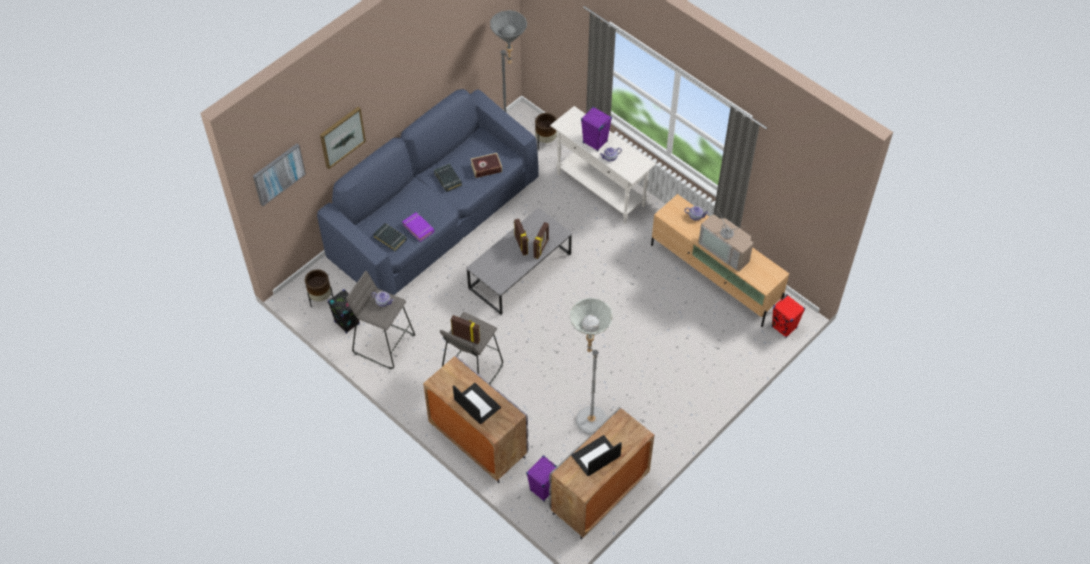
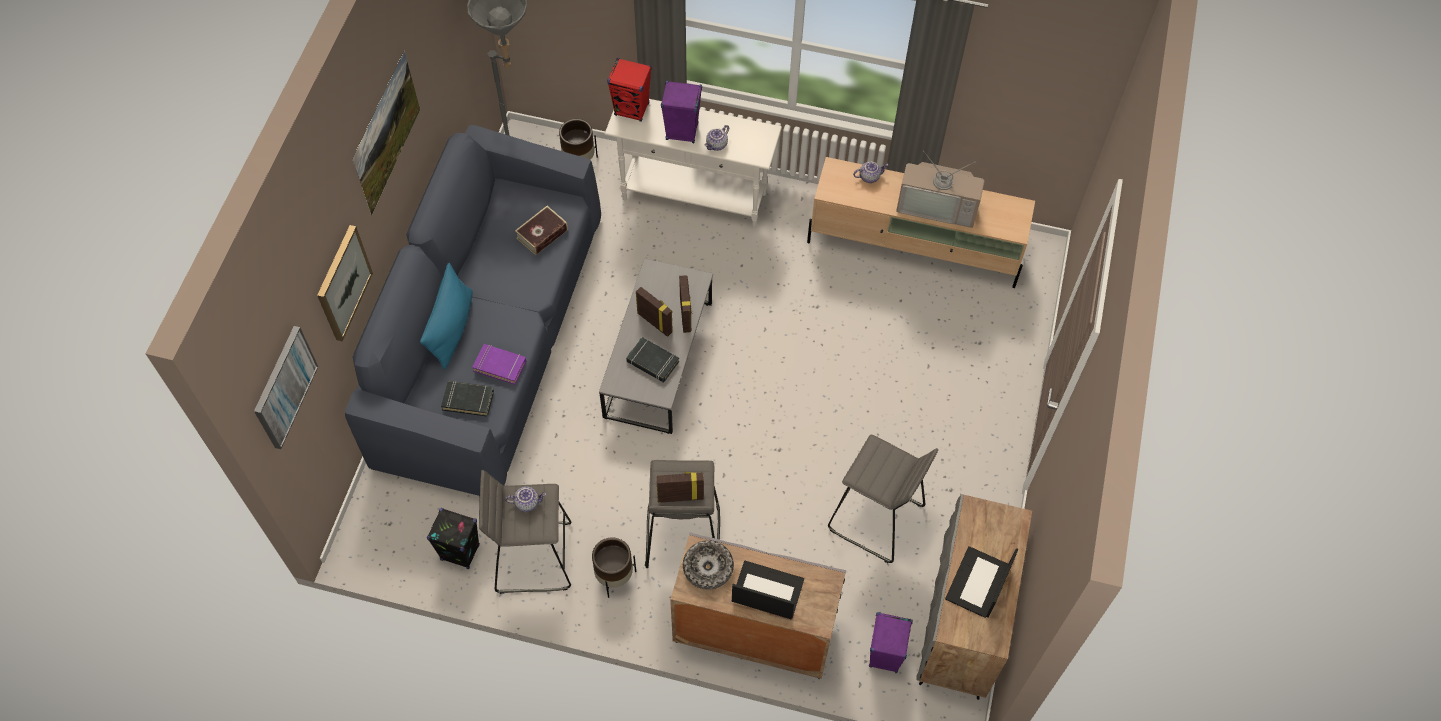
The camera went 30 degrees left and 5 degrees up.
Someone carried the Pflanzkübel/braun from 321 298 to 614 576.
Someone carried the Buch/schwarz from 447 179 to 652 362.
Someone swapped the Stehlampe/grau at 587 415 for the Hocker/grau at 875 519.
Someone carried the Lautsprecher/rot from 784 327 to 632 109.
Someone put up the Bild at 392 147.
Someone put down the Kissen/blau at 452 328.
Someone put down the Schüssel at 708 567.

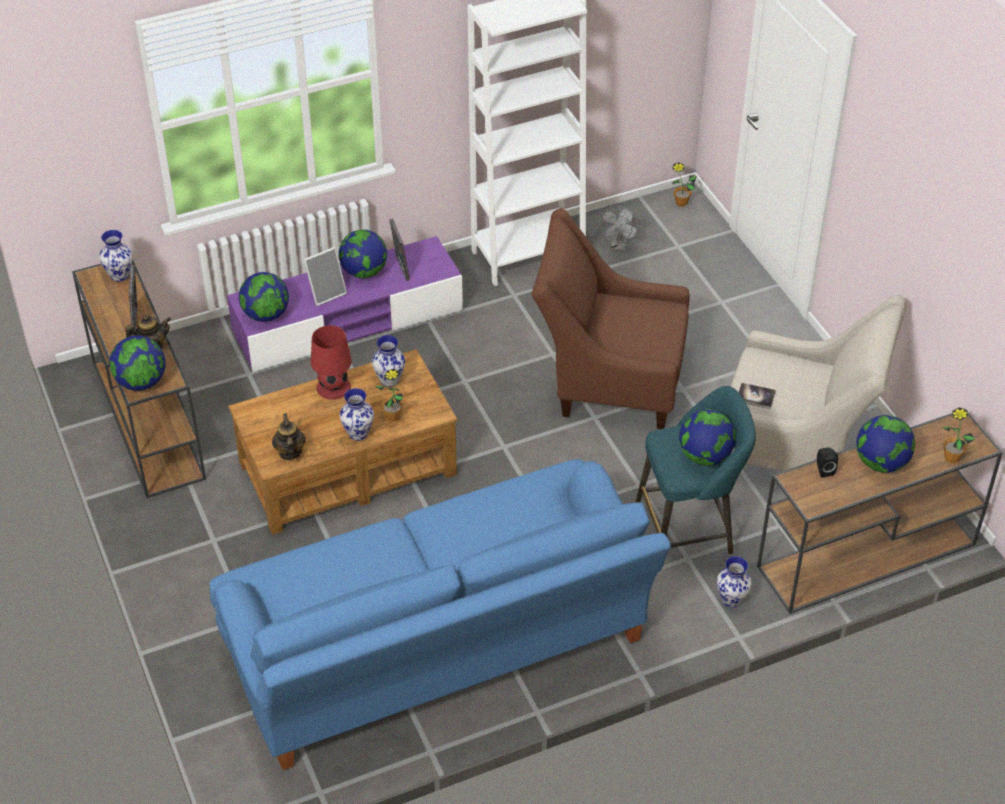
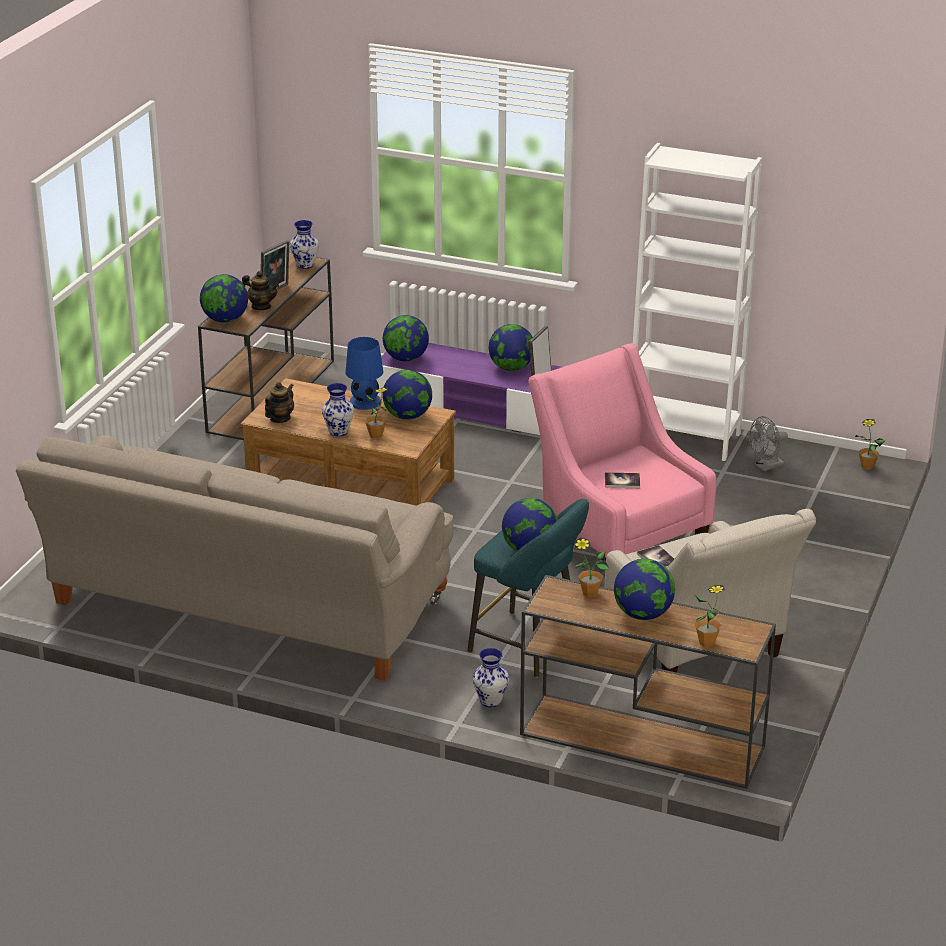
The camera went 45 degrees right and 15 degrees down.
Someone repainted the Sofa/blau at 439 652, which became the Sofa/beige at 245 607.
Someone took away the Bilderrahmen at 326 293.
Someone repainted the Tischlampe/rot at 334 387, which became the Tischlampe/blau at 365 402.
Someone swapped the Vase at 389 380 for the Globus at 407 416.
Someone repainted the Sessel/braun at 608 380, which became the Sessel/rosa at 618 535.
Someone swapped the Lautsprecher/schwarz at 823 470 for the Topfpflanze at 589 593.
Someone put down the Buch at 622 481.

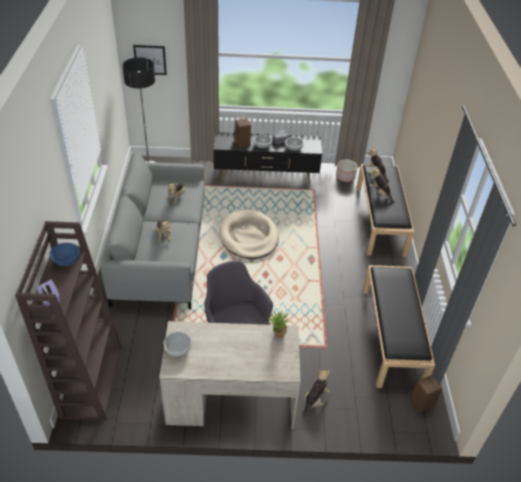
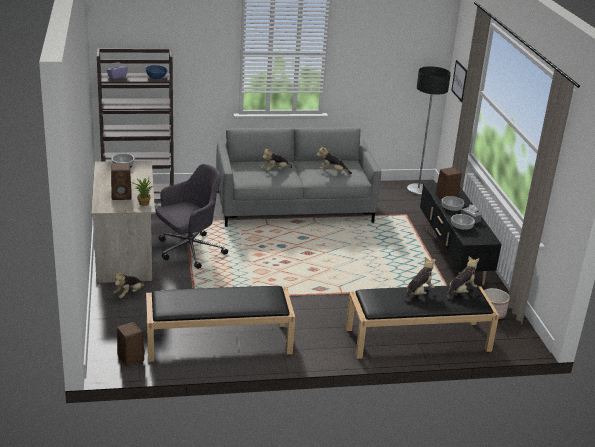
The camera went 80 degrees right and 15 degrees down.
Someone took away the Hundebett/beige at 249 237.
Someone rotated the Plüschtier at 315 400 by 105 degrees clockwise.
Someone put down the Lautsprecher/braun at 122 196.

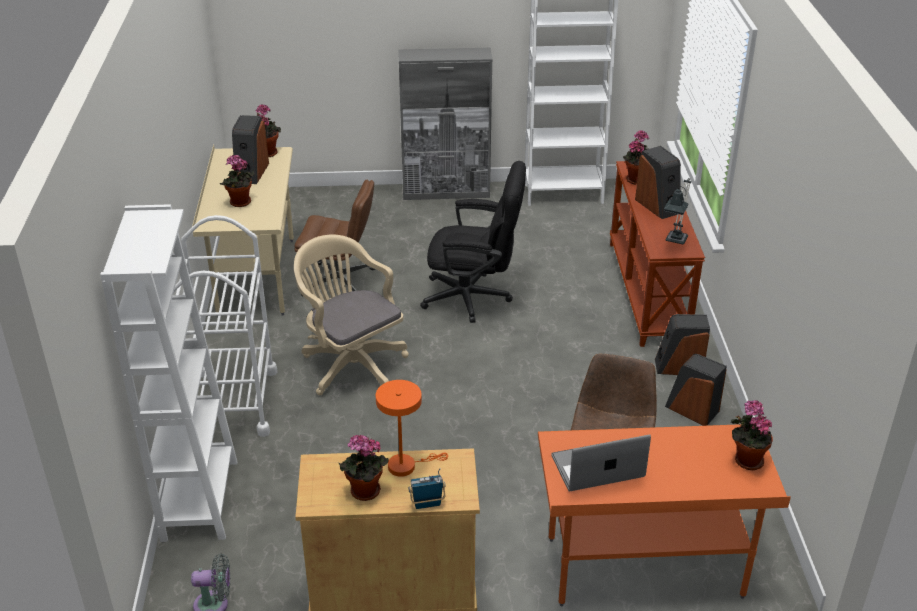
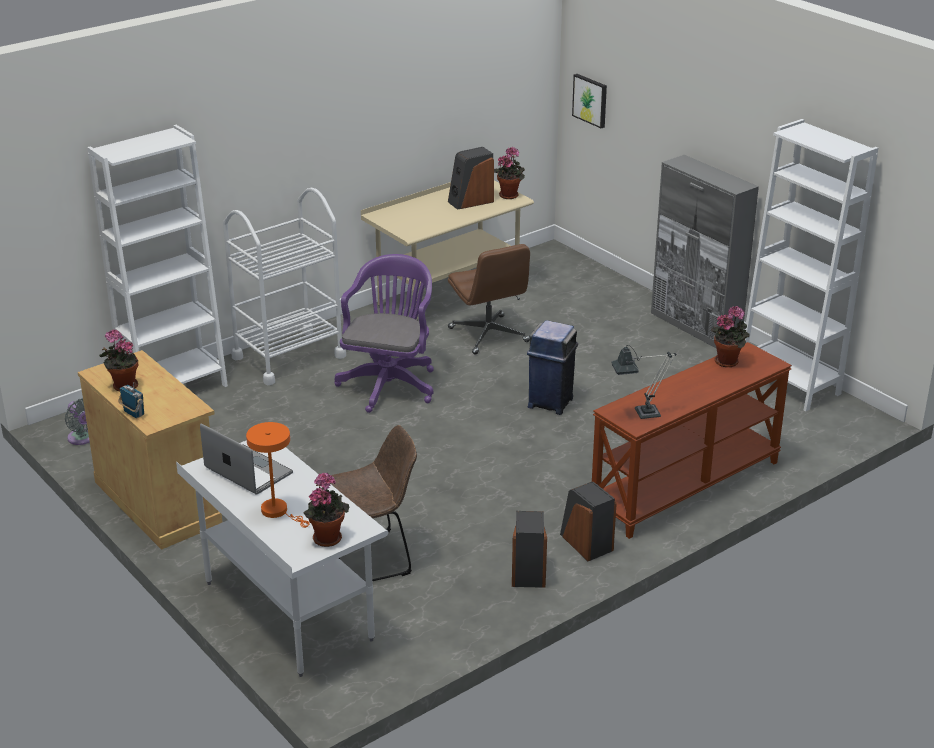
The camera went 55 degrees right and 5 degrees down.
Someone took away the Topfpflanze at 240 203.
Someone repainted the Bürostuhl/beige at 351 364, which became the Bürostuhl/lila at 390 383.
Someone carried the Tischlampe/orange from 406 465 to 278 511.
Someone swapped the Bürostuhl/schwarz at 474 298 for the Mülleimer/blau at 551 402.
Someone repainted the Schreibtisch/orange at 644 569, which became the Schreibtisch/weiß at 287 611.
Someone took away the Lautsprecher at 658 206.
Someone put up the Bild at 590 100.

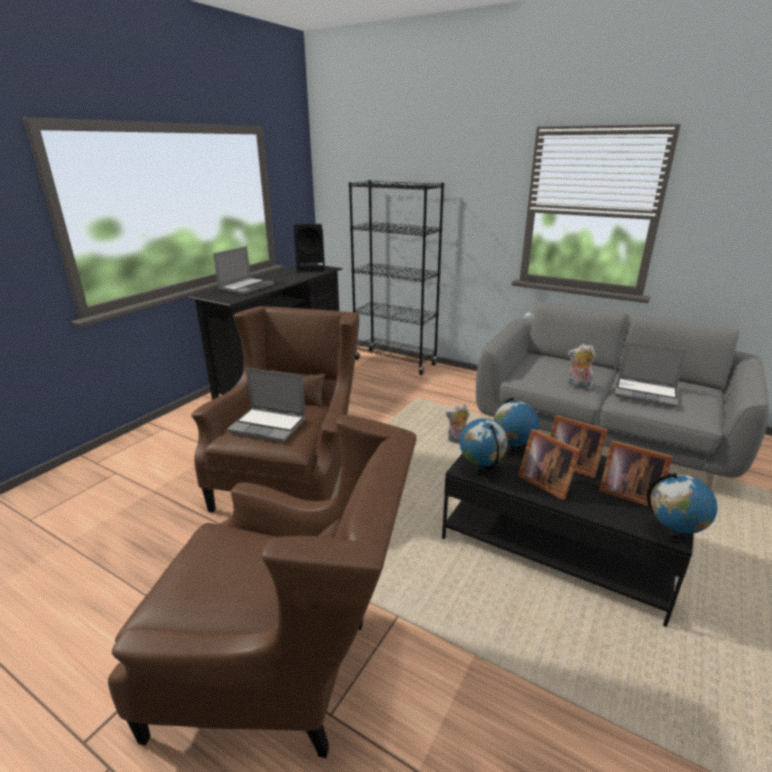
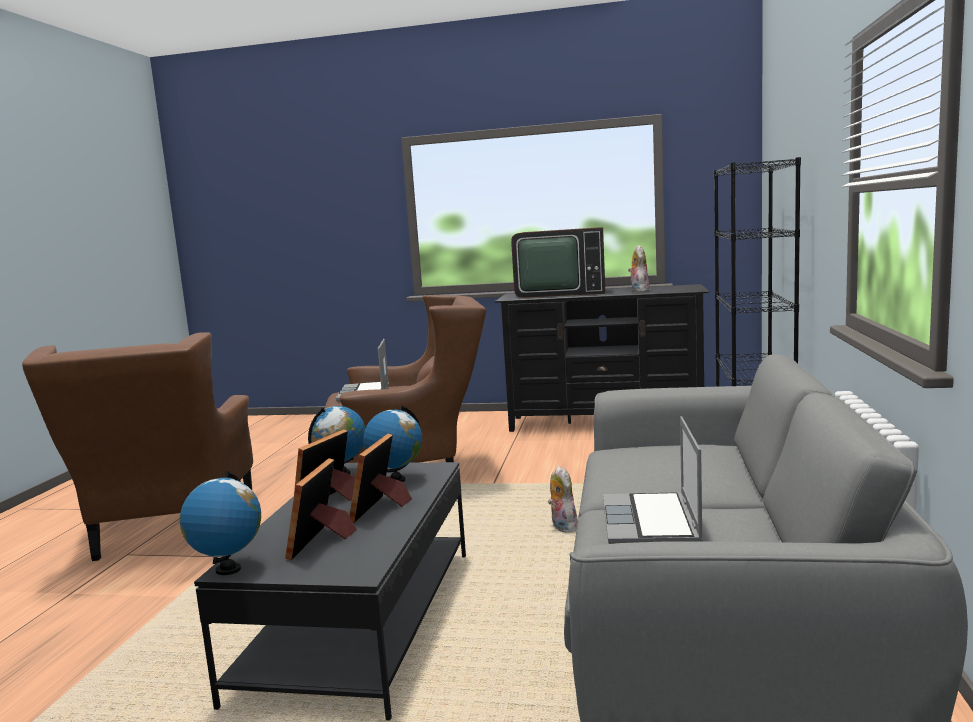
The camera went 70 degrees right and 15 degrees down.
Someone swapped the Laptop at 246 287 for the Fernseher at 560 293.
Someone took away the Lautsprecher/schwarz at 312 268.
Someone carried the Plüschtier from 578 386 to 638 290.

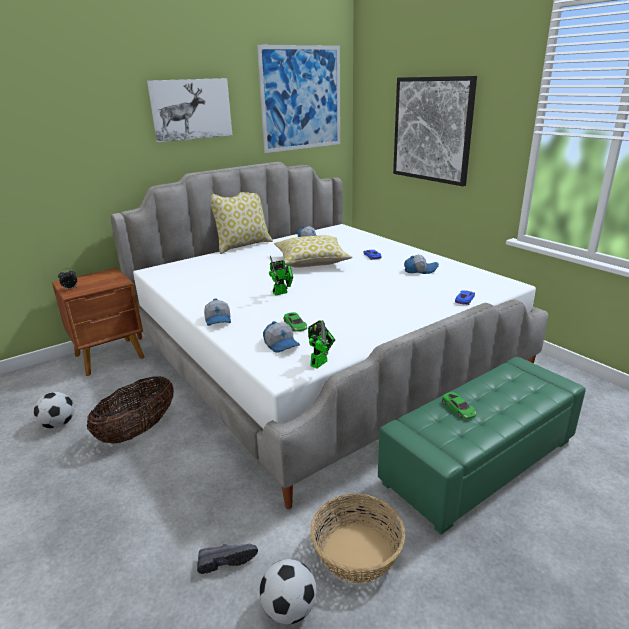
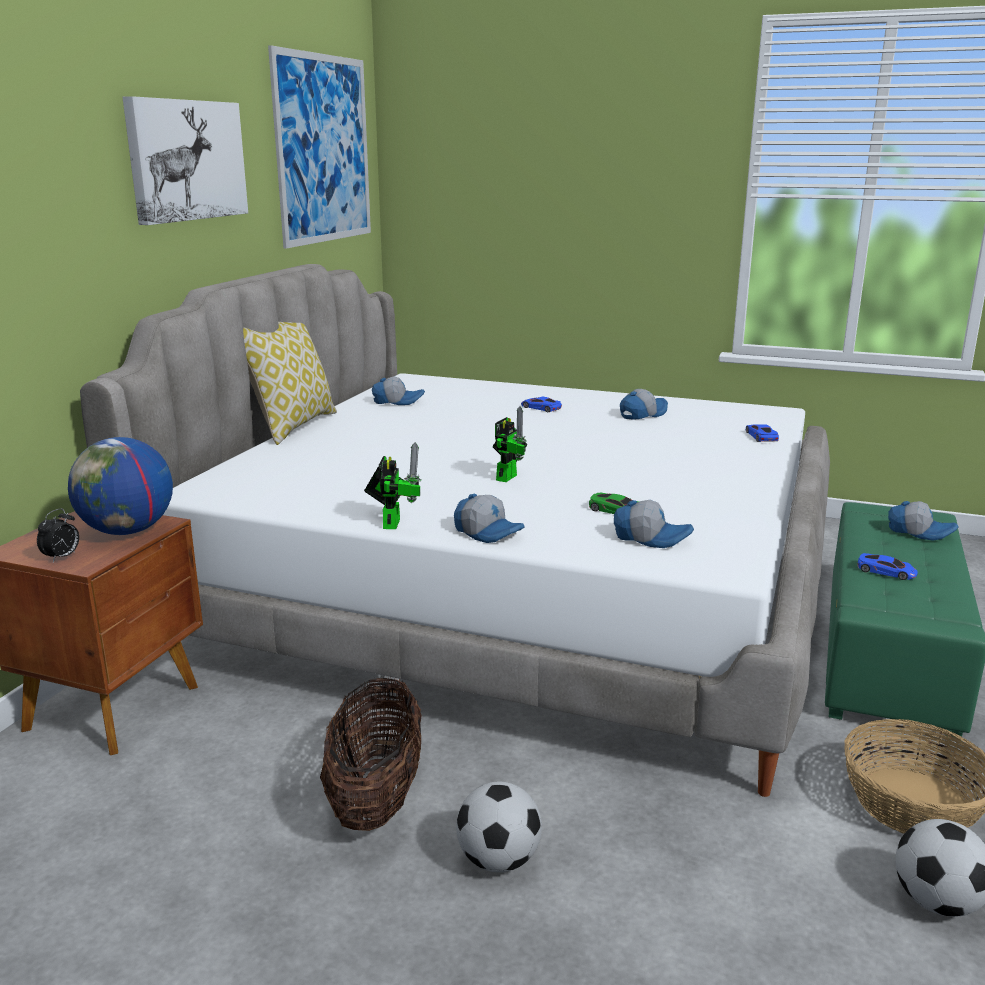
The camera went 35 degrees left and 5 degrees down.
Someone carried the Fußball from 58 424 to 498 860.
Someone took away the Schuh/schwarz at 226 560.
Someone took away the Kissen at 312 262.
Someone carried the Spielzeugroboter from 320 362 to 392 522.
Someone took away the Bild at 432 130.
Someone repainted the Spielzeugauto/grün at 458 408, which became the Spielzeugauto/blau at 886 571.
Someone put down the Globus at 127 531.
Someone put down the Kappe at 920 532.

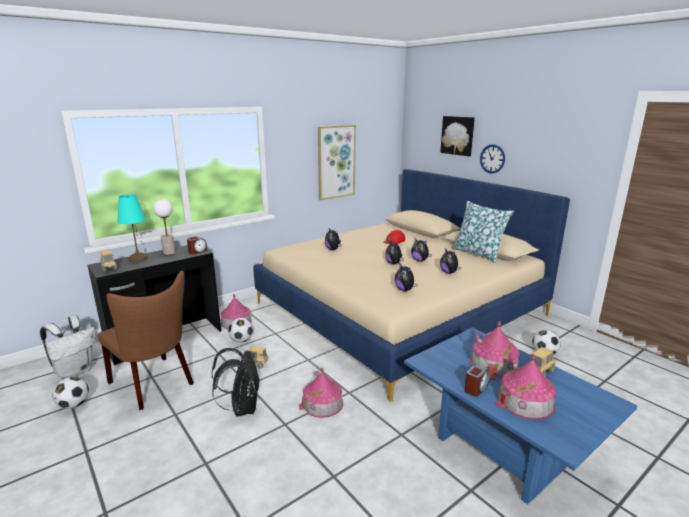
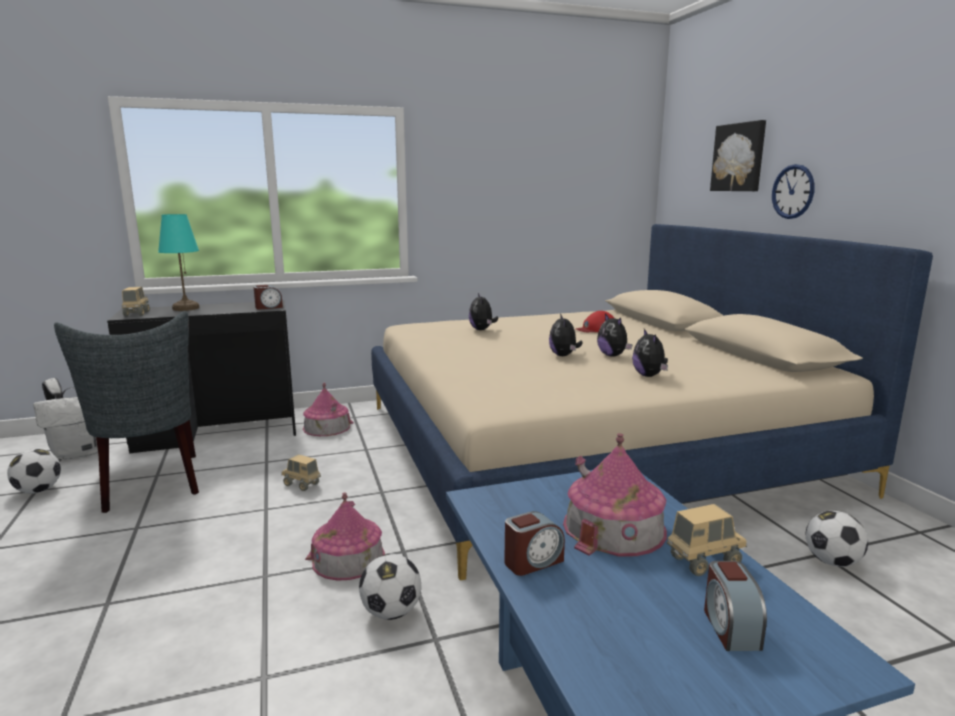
The camera went 20 degrees right and 5 degrees down.
Someone repainted the Stuhl/braun at 155 384, which became the Stuhl/grau at 151 485.
Someone took away the Tischlampe at 169 252.
Someone took away the Rucksack/schwarz at 241 408.
Someone carried the Fußball from 241 340 to 391 612.
Someone took away the Bild at 336 162.
Someone took away the Plüschtier at 405 290.
Someone took away the Kissen at 478 253.
Someone took away the Spielzeughaus at 525 401.
Someone put down the Wecker at 730 627.

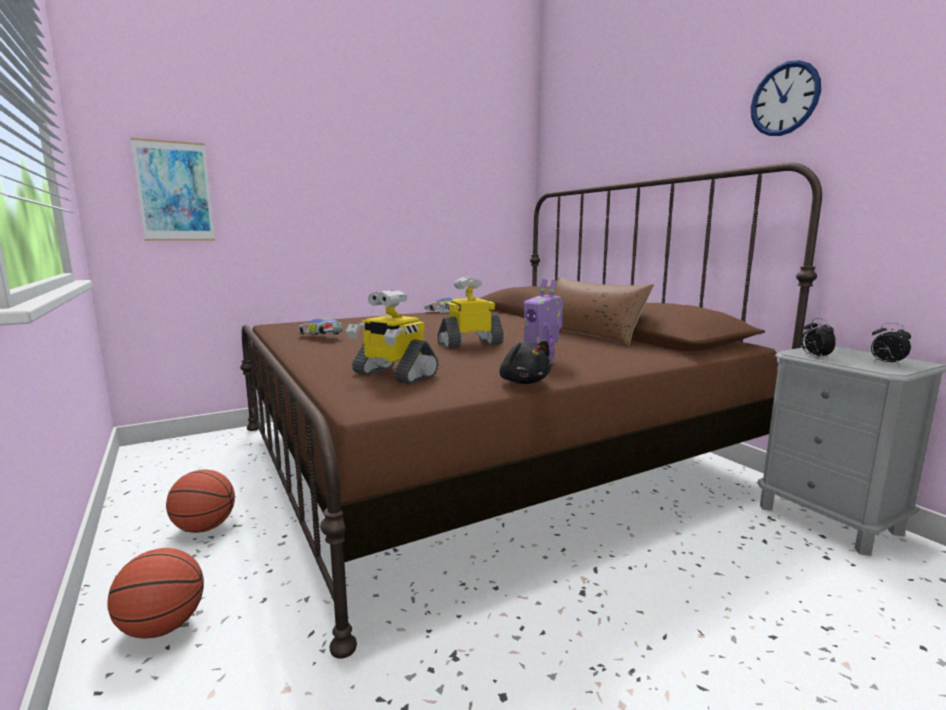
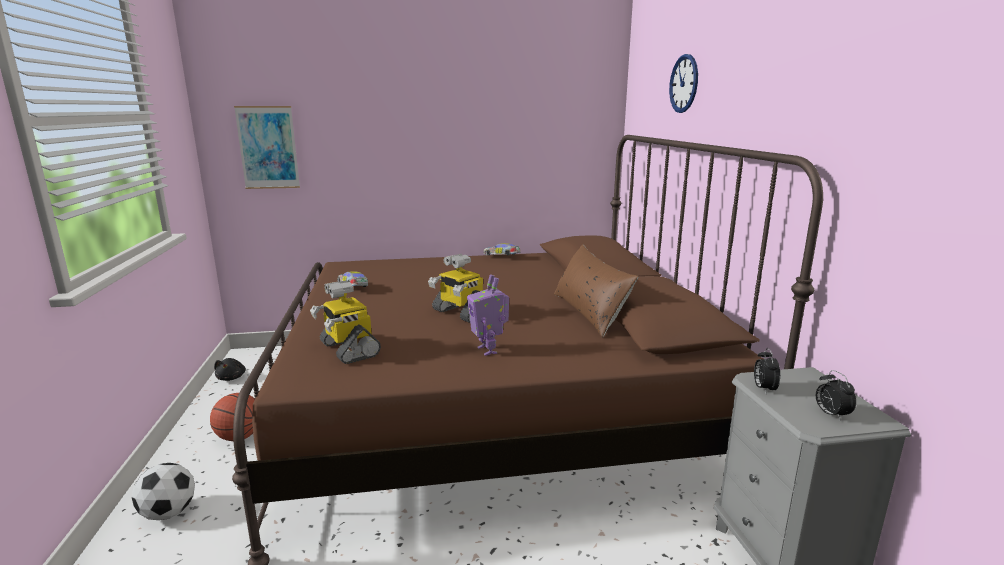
The camera went 20 degrees right and 5 degrees up.
Someone swapped the Basketball at 162 627 for the Fußball at 169 513.
Someone rotated the Spielzeugroboter at 470 344 by 135 degrees counterclockwise.
Someone carried the Plüschtier/schwarz from 523 382 to 232 378.
Someone carried the Wanduhr from 784 99 to 684 83.

